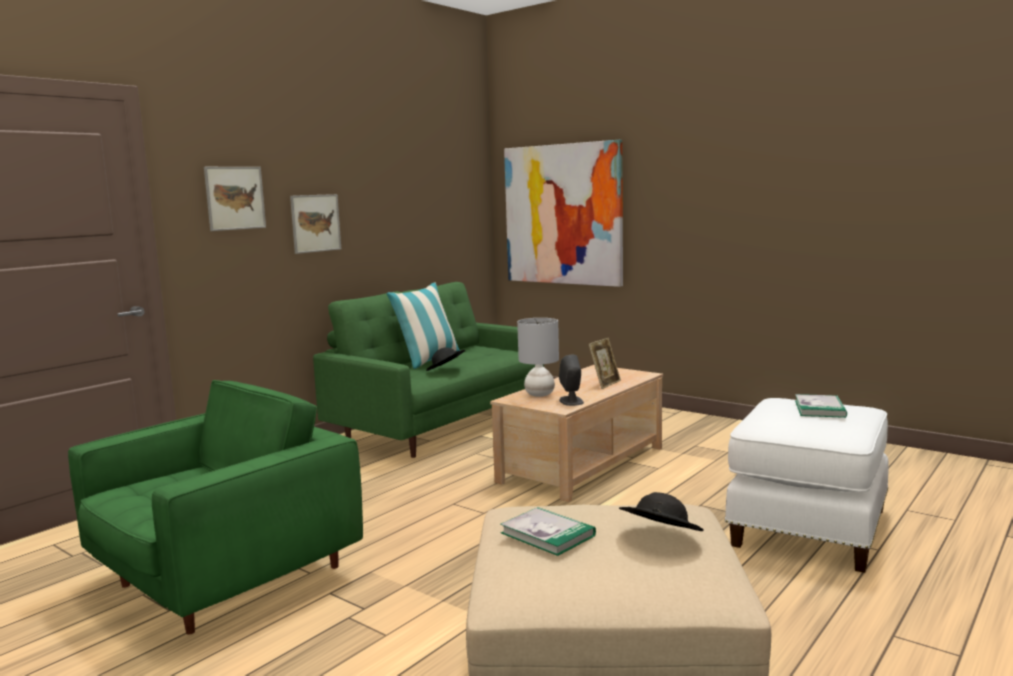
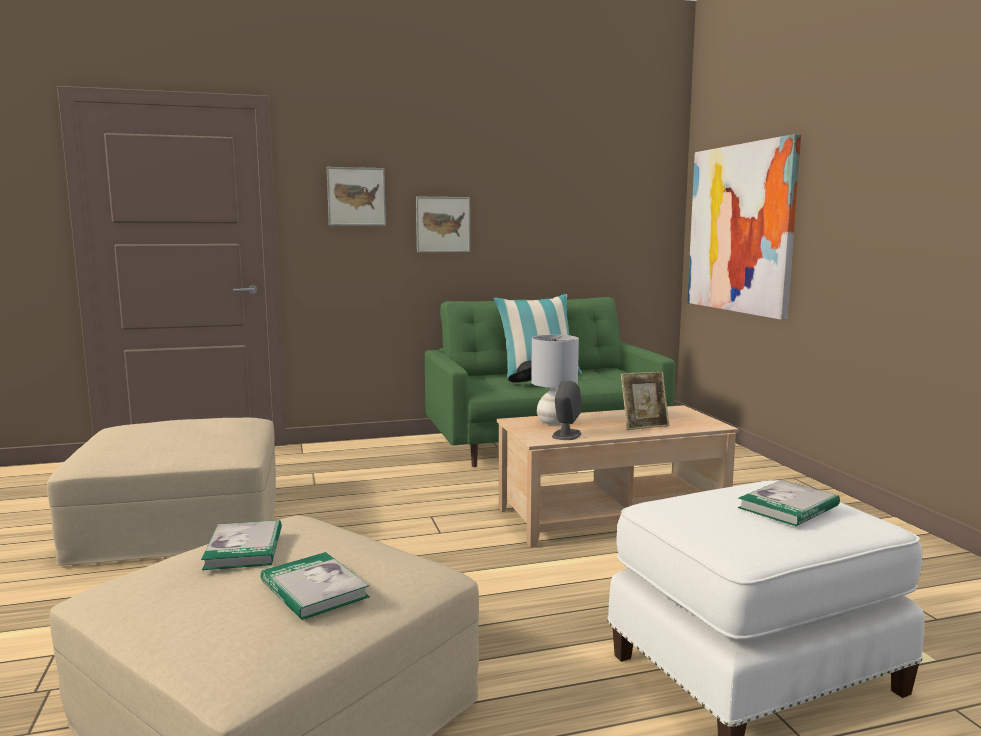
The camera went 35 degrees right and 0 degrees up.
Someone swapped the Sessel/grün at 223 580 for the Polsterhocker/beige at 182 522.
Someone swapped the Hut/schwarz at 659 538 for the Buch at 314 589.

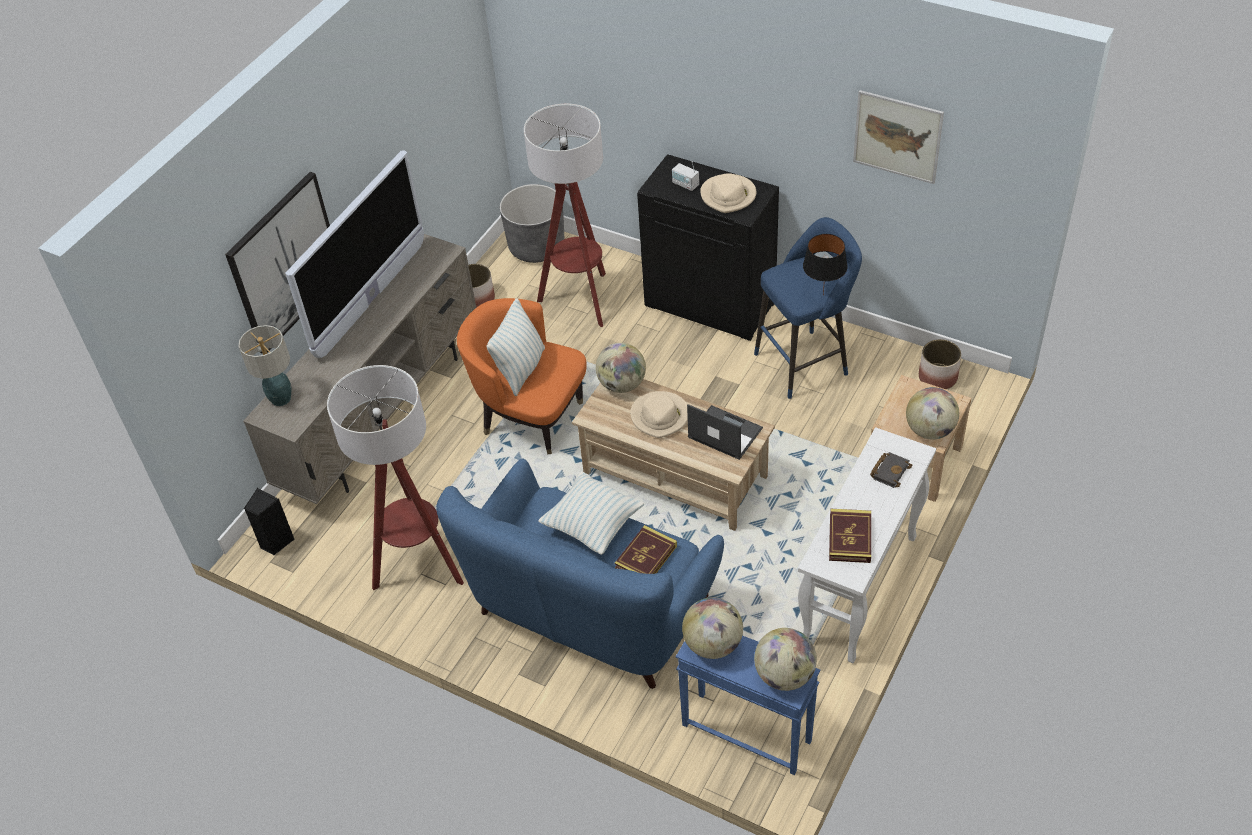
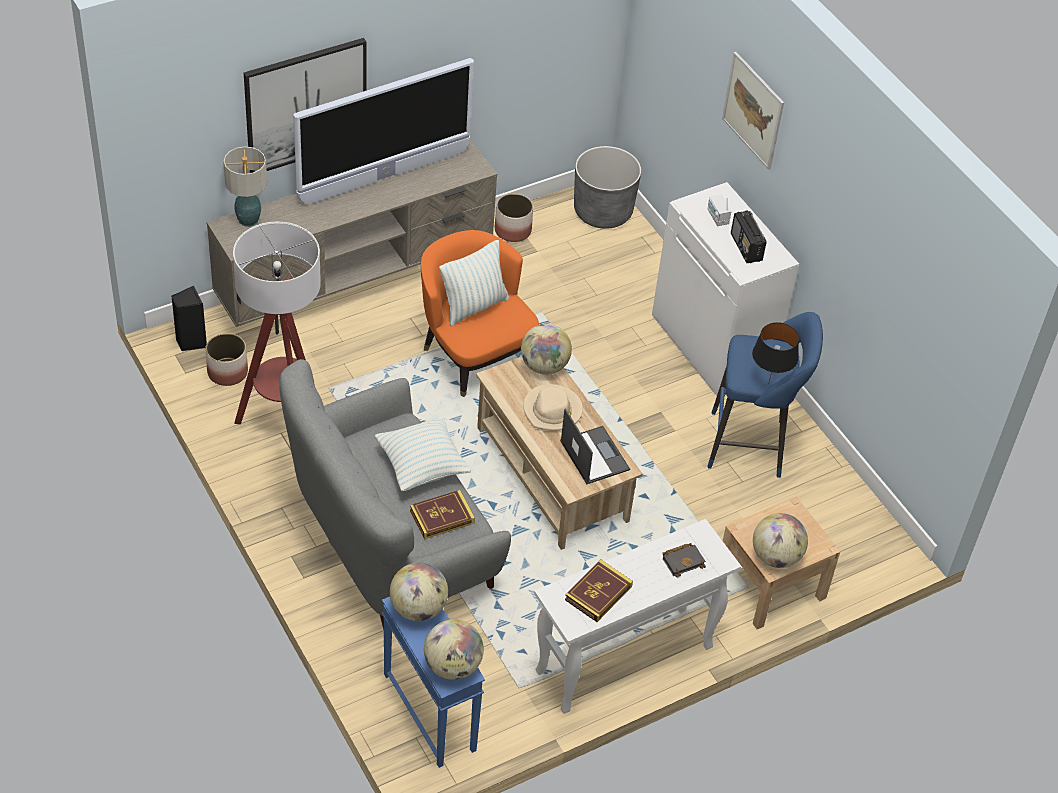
The camera went 25 degrees right and 0 degrees up.
Someone repainted the Sofa/blau at 590 609, which became the Sofa/grau at 388 541.
Someone took away the Stehlampe at 581 300.
Someone repainted the Schrank/schwarz at 711 304, which became the Schrank/weiß at 713 346.
Someone swapped the Hut/beige at 728 196 for the Radio at 746 248.
Someone carried the Bild from 897 136 to 753 110.
Someone carried the Pflanzkübel from 938 377 to 227 372.

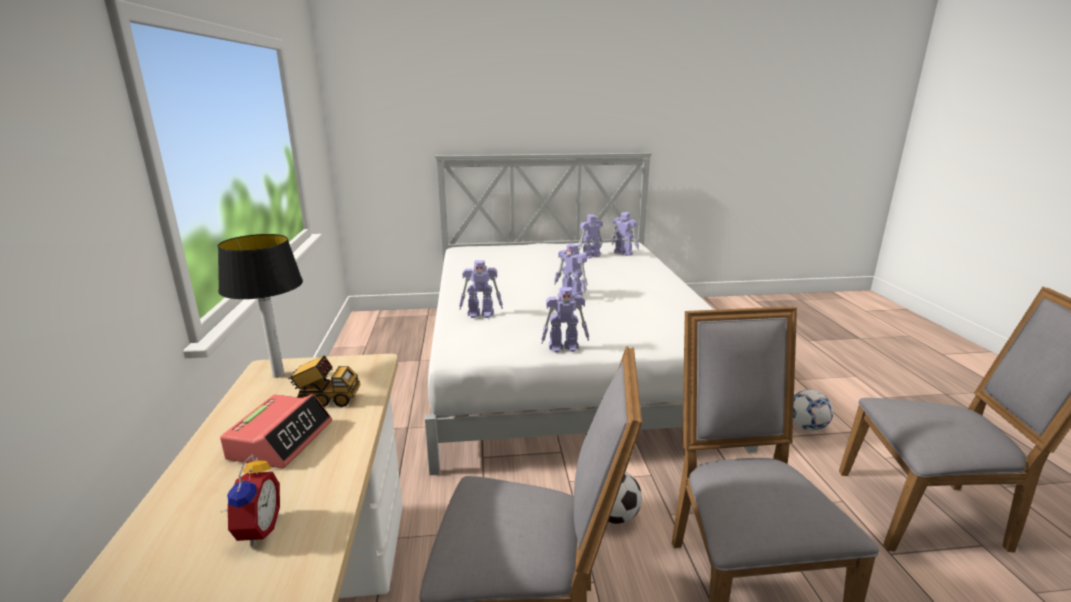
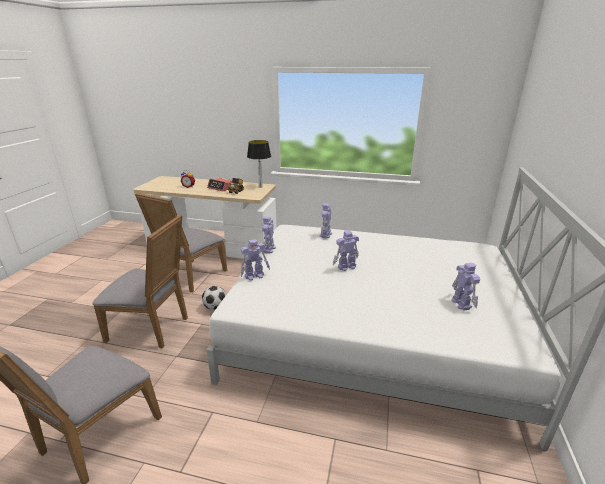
The camera went 110 degrees right and 5 degrees up.
Someone carried the Spielzeugroboter from 623 253 to 255 276.
Someone took away the Fußball at 806 427.

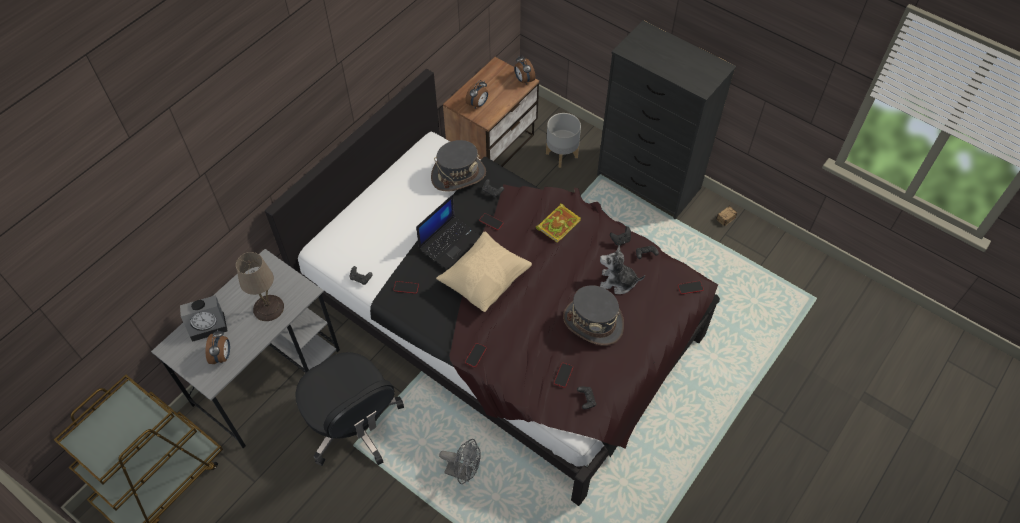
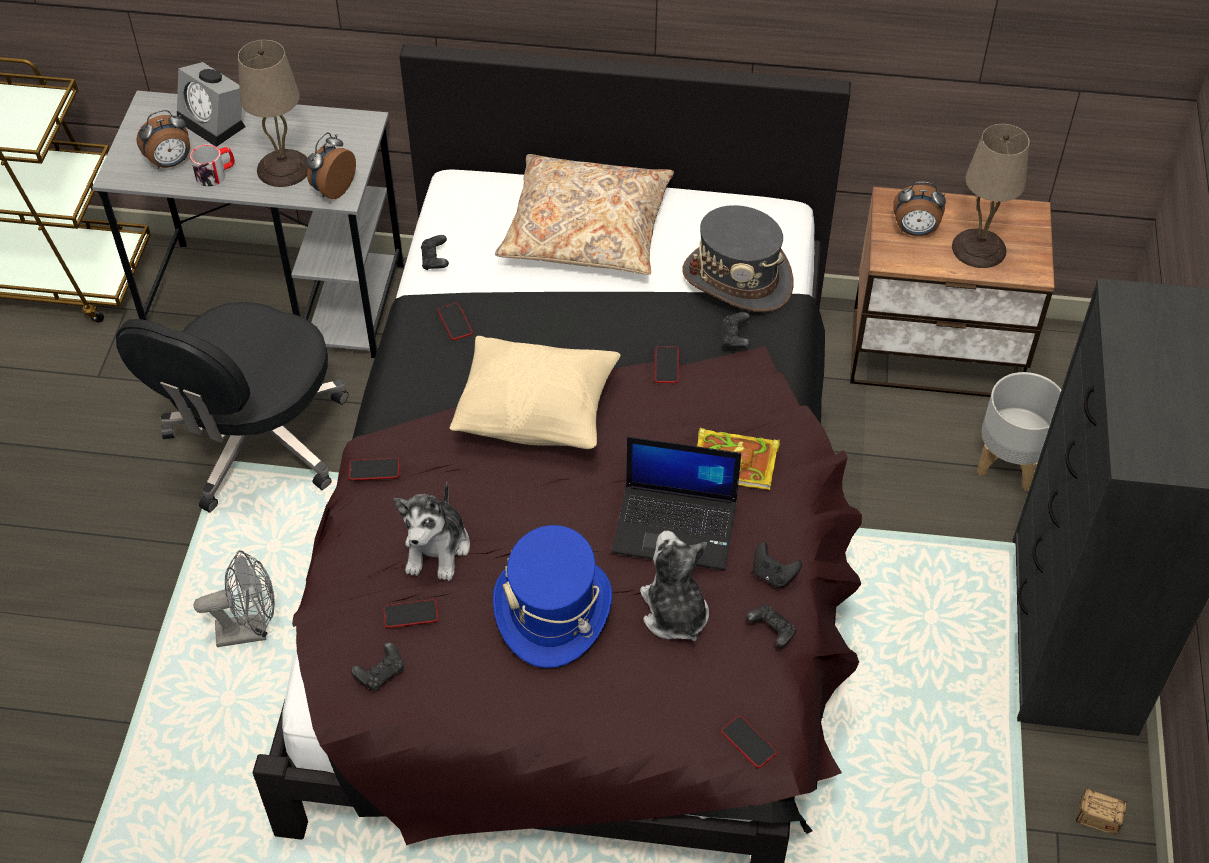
The camera went 60 degrees right and 5 degrees down.
Someone carried the Laptop from 450 242 to 677 526.
Someone rotated the Ventilator/grau at 463 472 by 90 degrees counterclockwise.
Someone carried the Wecker from 523 80 to 332 189.
Someone repainted the Hut/grau at 593 322, which became the Hut/blau at 553 610.
Someone put down the Henkelbecher at 216 174.
Someone put down the Plüschtier at 437 548.
Someone put down the Kissen/beige at 586 230.
Someone put down the Tischlampe/beige at 979 249.

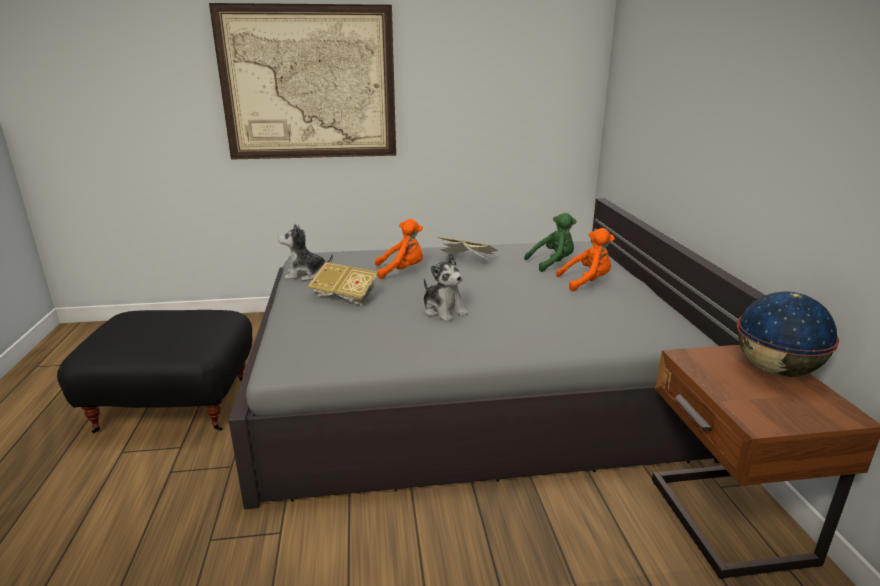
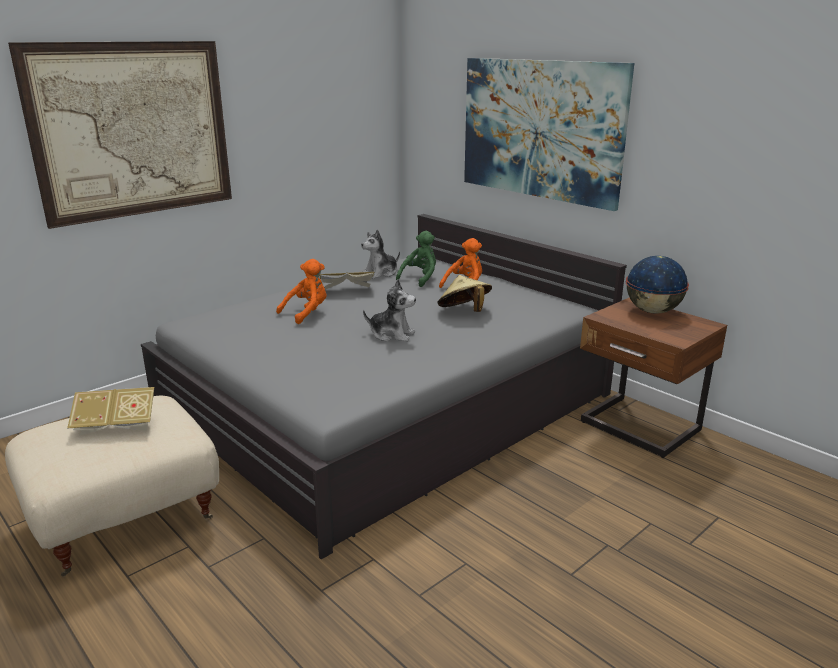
The camera went 35 degrees left and 0 degrees up.
Someone repainted the Polsterhocker/schwarz at 176 404, which became the Polsterhocker/beige at 125 517.
Someone carried the Plüschtier from 306 275 to 381 273.
Someone carried the Buch from 345 297 to 116 426.
Someone put down the Hut/beige at 464 312.
Someone put up the Bild at 540 129.

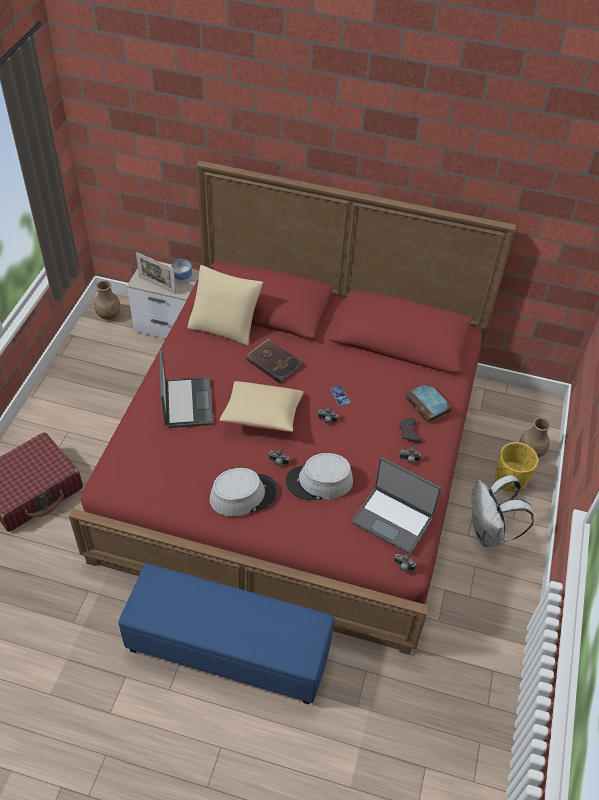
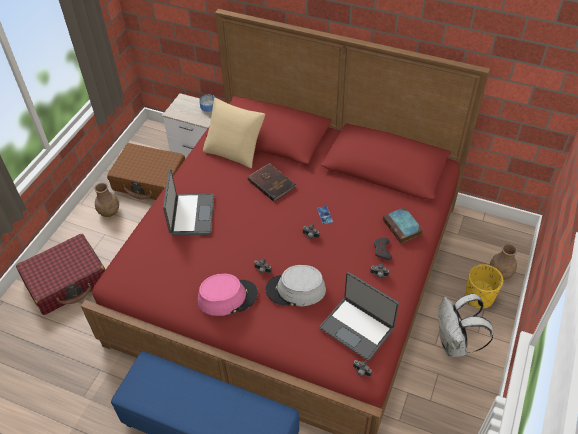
The camera went 10 degrees right and 0 degrees up.
Someone carried the Vase/braun from 109 315 to 110 212.
Someone took away the Bilderrahmen at 157 285.
Someone repainted the Hut/grau at 243 495, which became the Hut/rosa at 227 297.
Someone took away the Kissen/beige at 262 415.
Someone put down the Koffer/braun at 150 180.

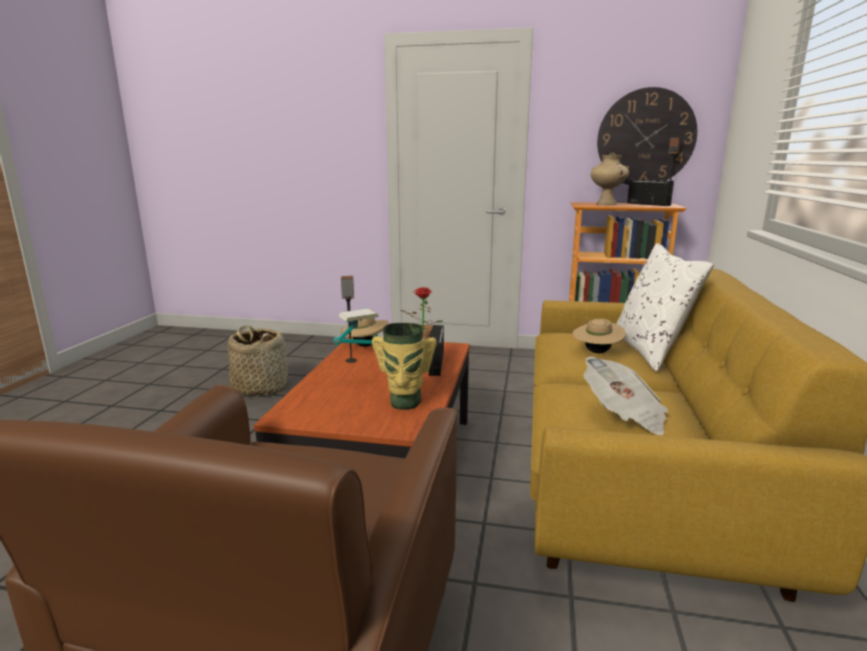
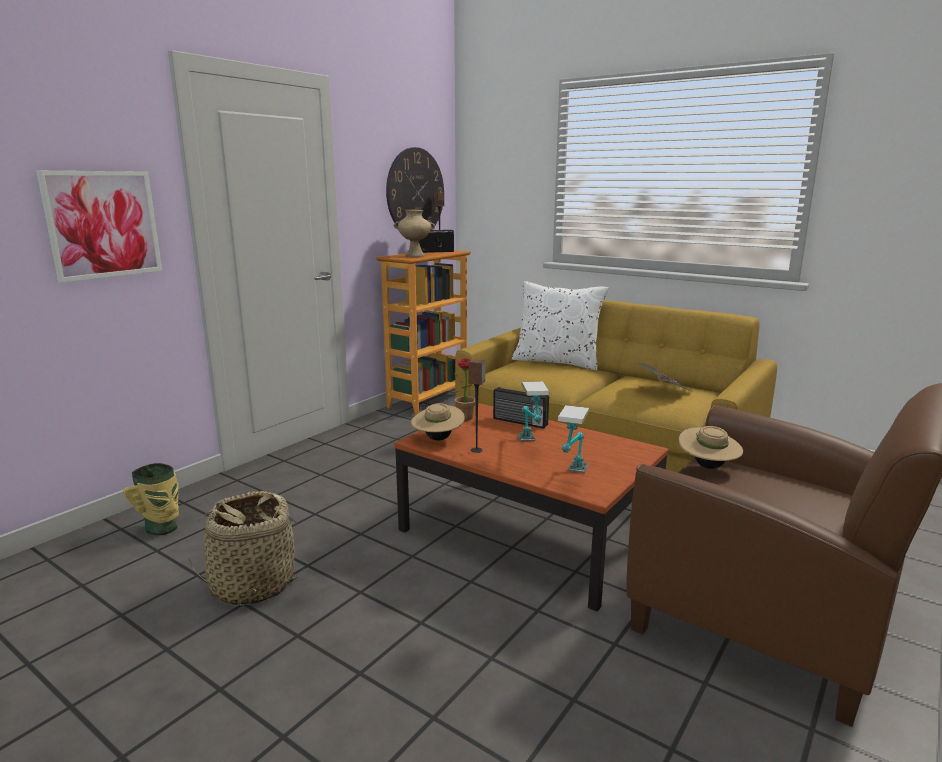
The camera went 65 degrees left and 0 degrees up.
Someone carried the Vase from 404 402 to 163 529.
Someone carried the Hut/beige from 596 352 to 707 467.
Someone put up the Bild at 103 224.
Someone put down the Tischlampe at 572 480.

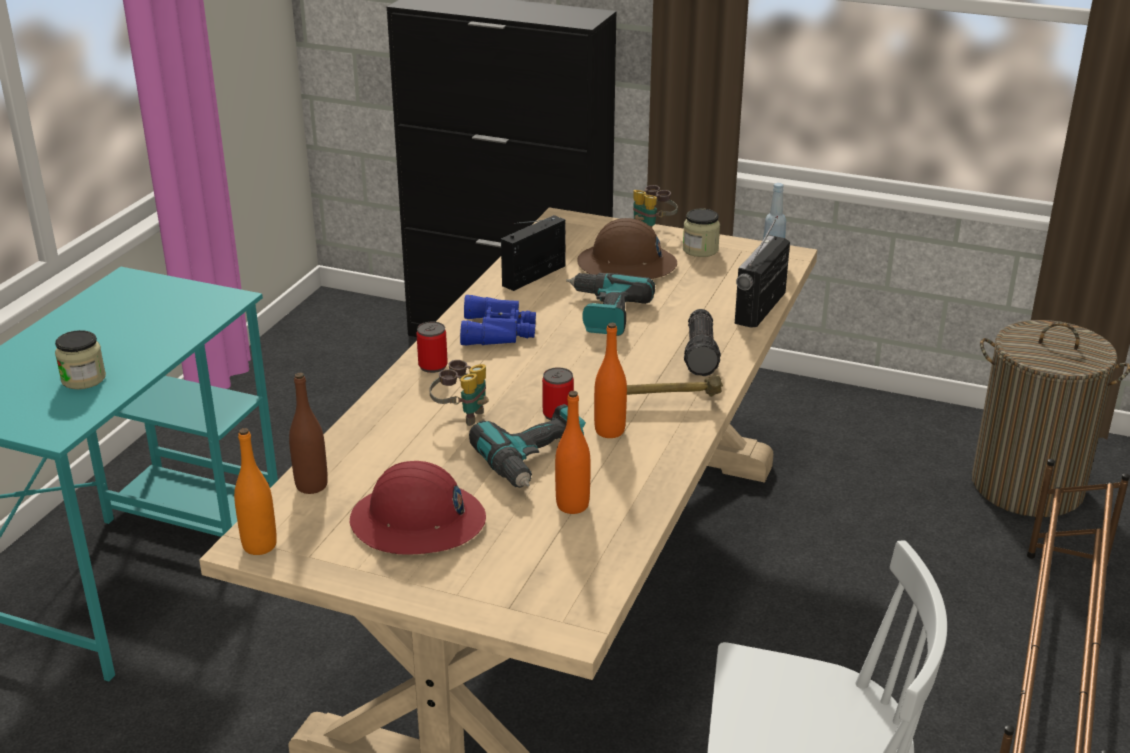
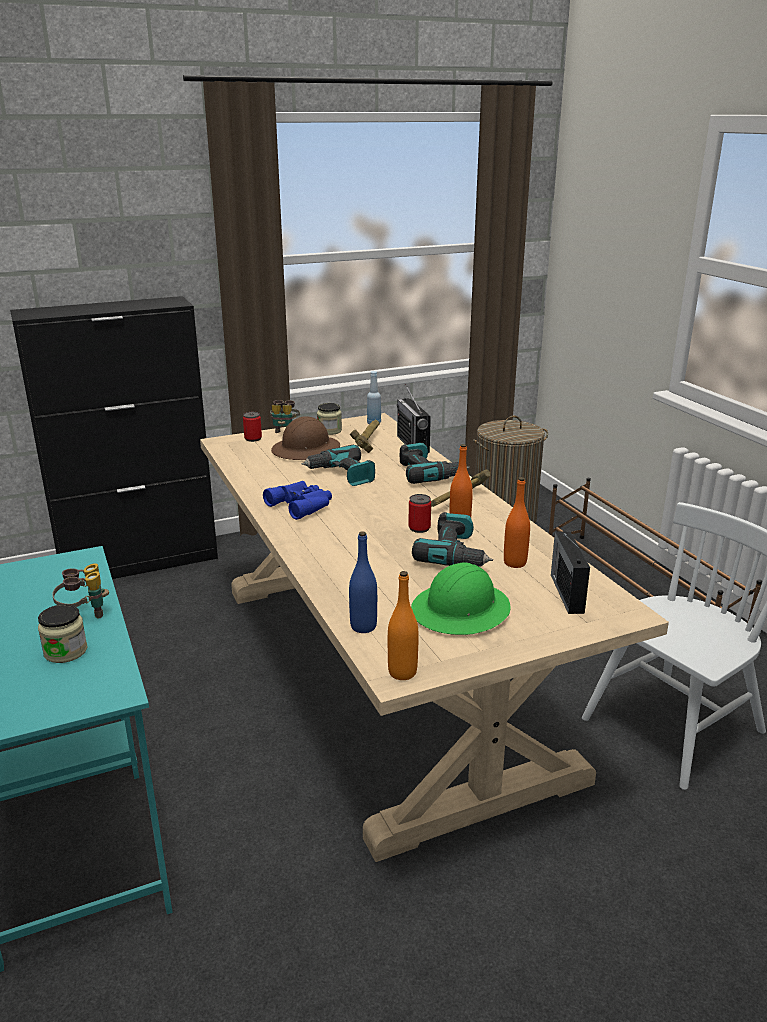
The camera went 45 degrees left and 5 degrees down.
Someone repainted the Flasche/braun at 311 485, which became the Flasche/blau at 363 626.
Someone repainted the Schutzhelm/rot at 418 522, which became the Schutzhelm/grün at 461 611.
Someone carried the Dose from 433 366 to 253 438.
Someone carried the Fernglas from 461 415 to 84 614.
Someone carried the Radio from 535 275 to 566 592.
Someone swapped the Taschenlampe at 702 354 for the Bohrmaschine at 428 473.
Someone put down the Hammer at 368 442.

